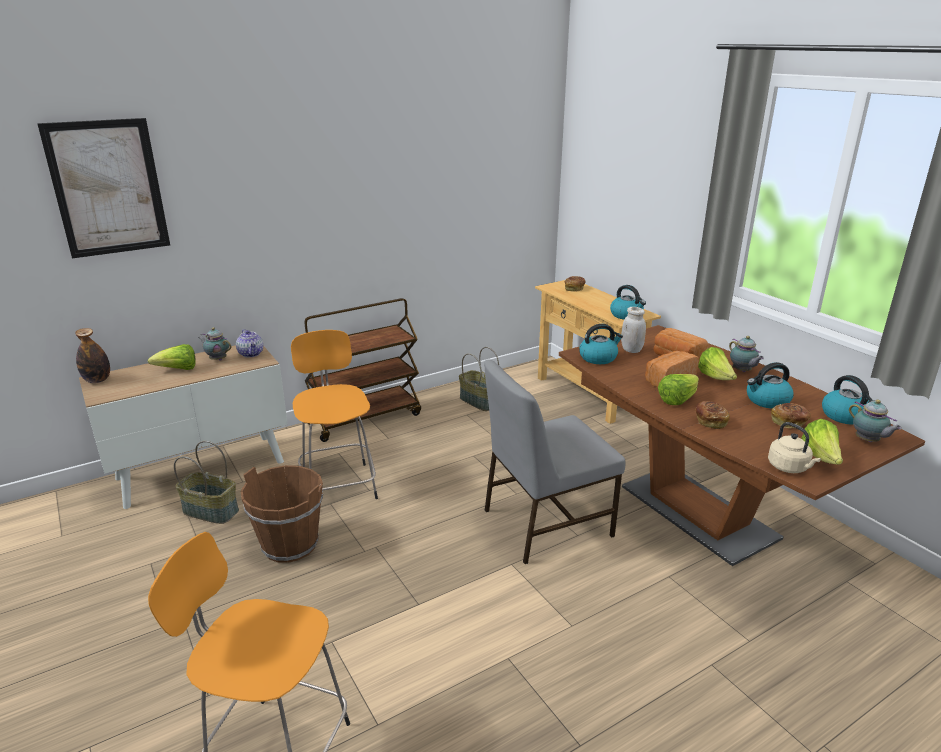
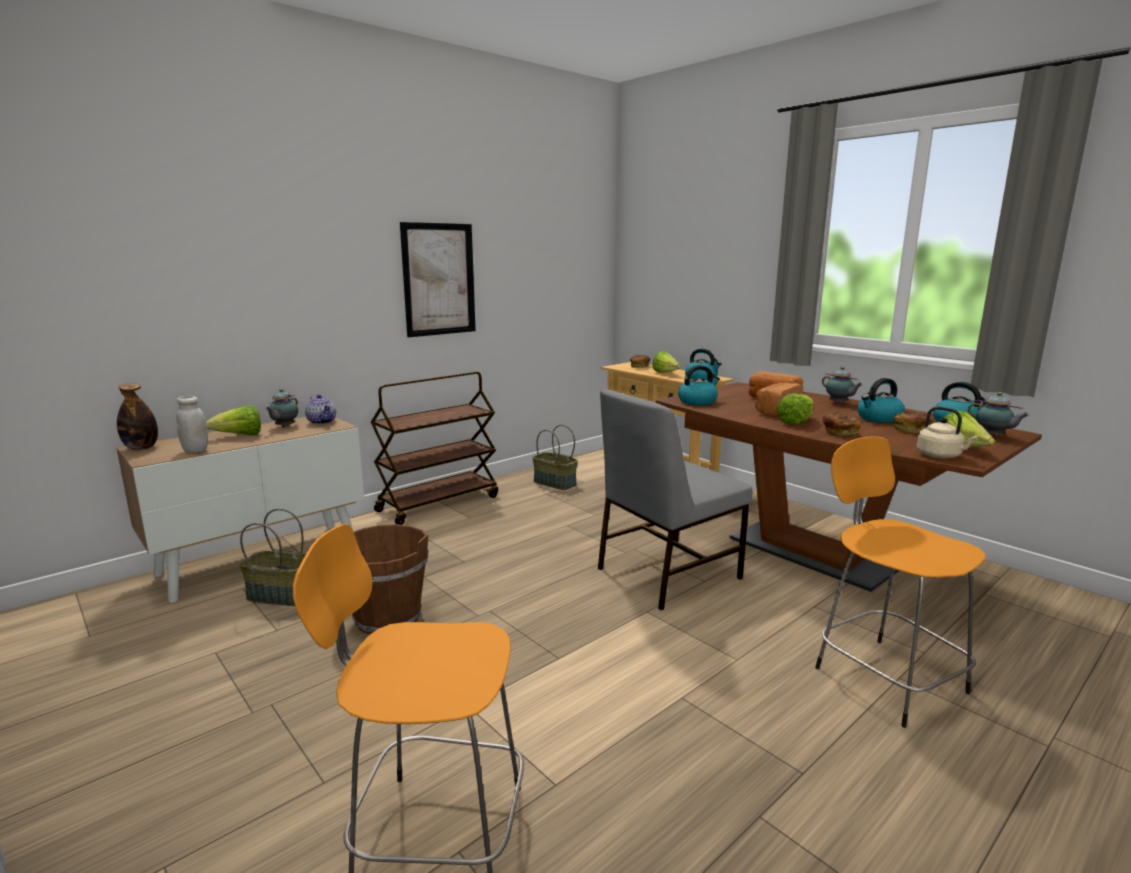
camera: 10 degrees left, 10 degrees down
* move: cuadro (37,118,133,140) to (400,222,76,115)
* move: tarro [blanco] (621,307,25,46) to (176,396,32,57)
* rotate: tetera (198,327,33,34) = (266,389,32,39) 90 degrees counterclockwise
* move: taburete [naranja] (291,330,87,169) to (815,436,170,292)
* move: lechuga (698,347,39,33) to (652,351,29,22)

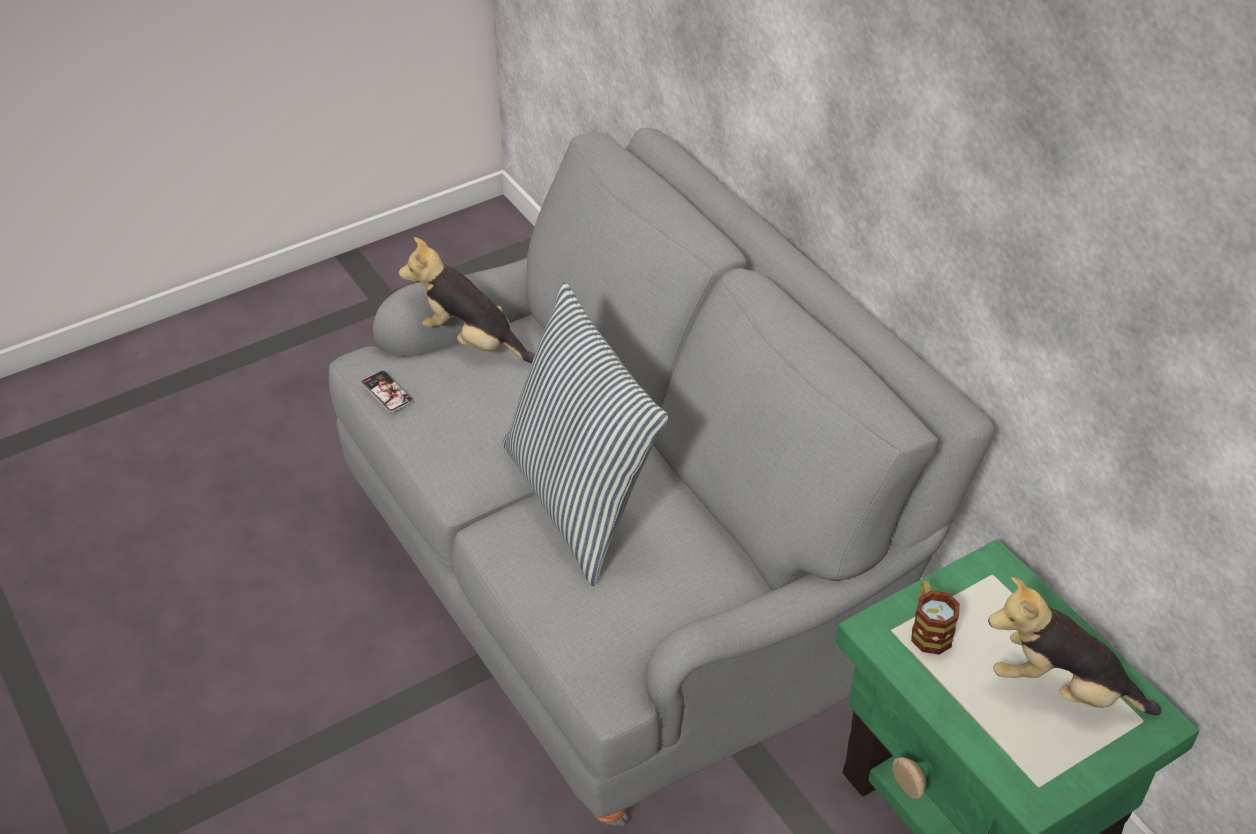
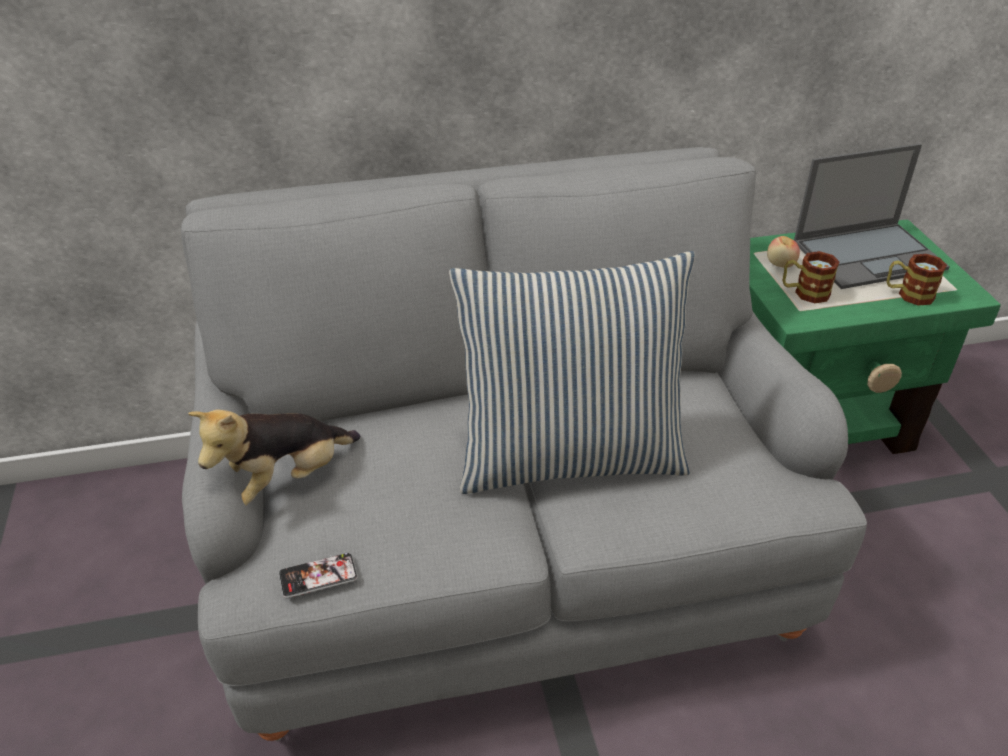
camera: 70 degrees left, 5 degrees down
* replace: peluche (988,577,174,138) to portátil (794,143,156,146)
* insert: manzana (767,236,33,32)
* insert: taza grande (886,254,61,52)

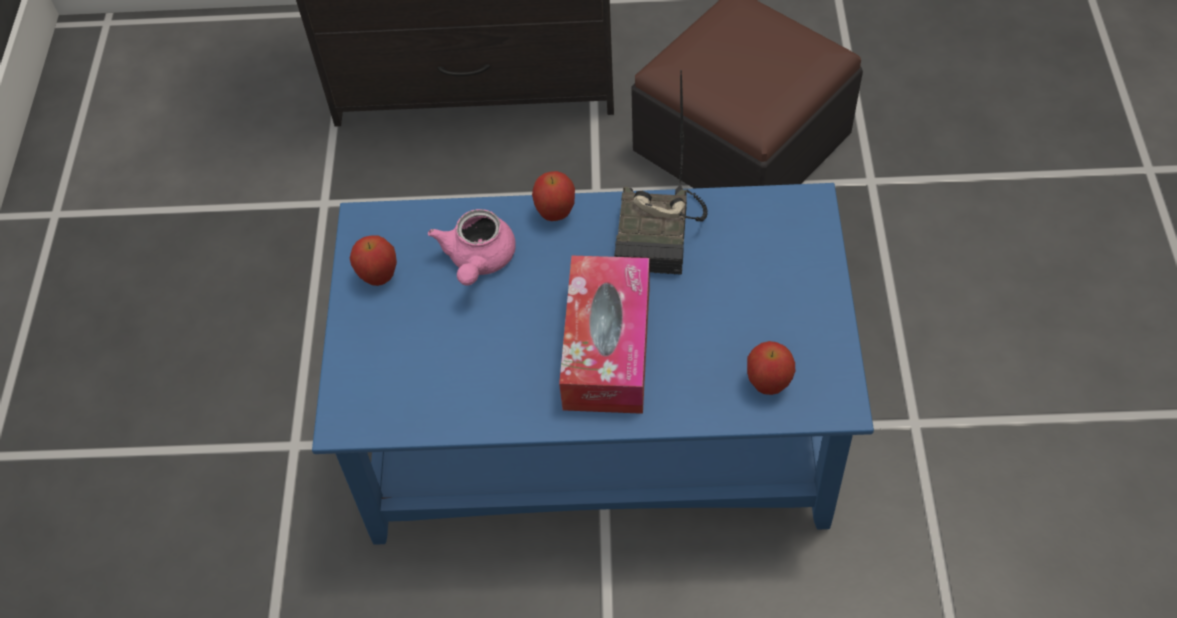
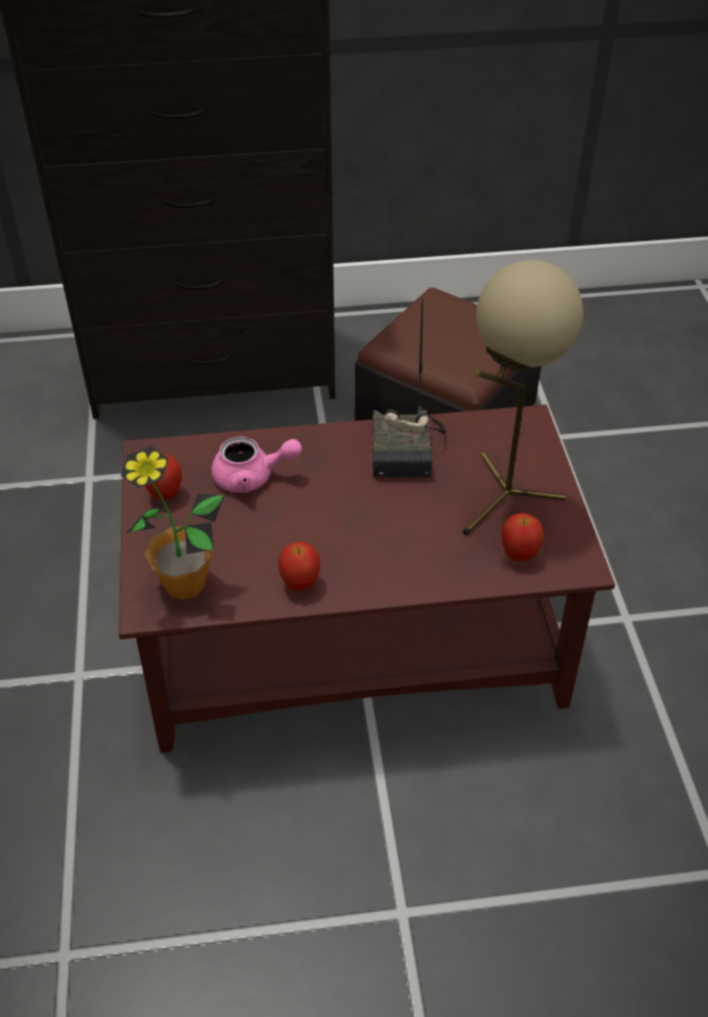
camera: 10 degrees left, 10 degrees down
* move: manzana (532,171,43,50) to (278,542,42,49)
* recolor: mesa de centro [azul] (312,183,562,362) to mesa de centro [marrón] (119,405,496,348)
* rotate: tetera [rosa] (428,209,88,77) = (211,436,91,57) 90 degrees counterclockwise
* delete: caja de pañuelos (559,256,91,158)
* insert: lámpara de mesa [beis] (463,260,120,275)
* insert: planta en maceta (121,446,103,154)

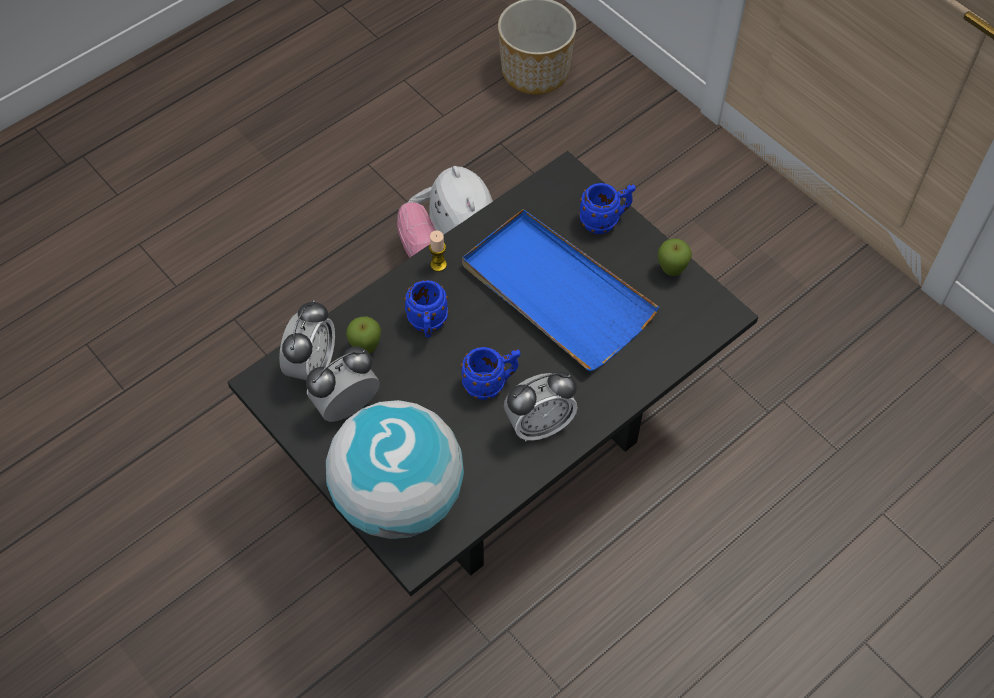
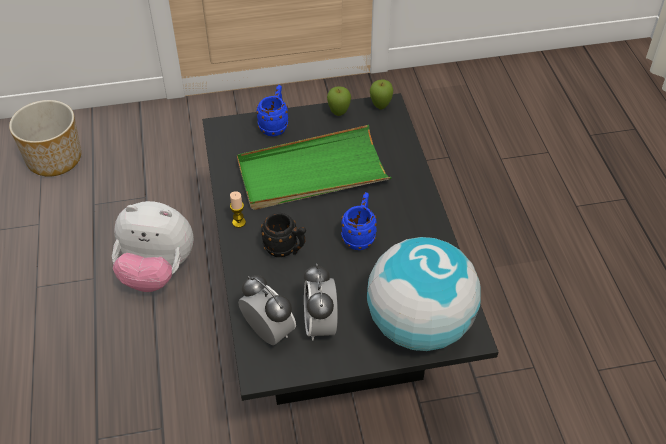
camera: 60 degrees left, 10 degrees down
* recolor: bandeja [azul] (462,209,197,163) to bandeja [verde] (237,125,155,85)
* recolor: taza grande [azul] (404,280,45,57) to taza grande [negro] (261,213,45,44)
* move: manzana (346,316,35,37) to (370,80,23,29)
* delete: despertador (504,371,74,70)

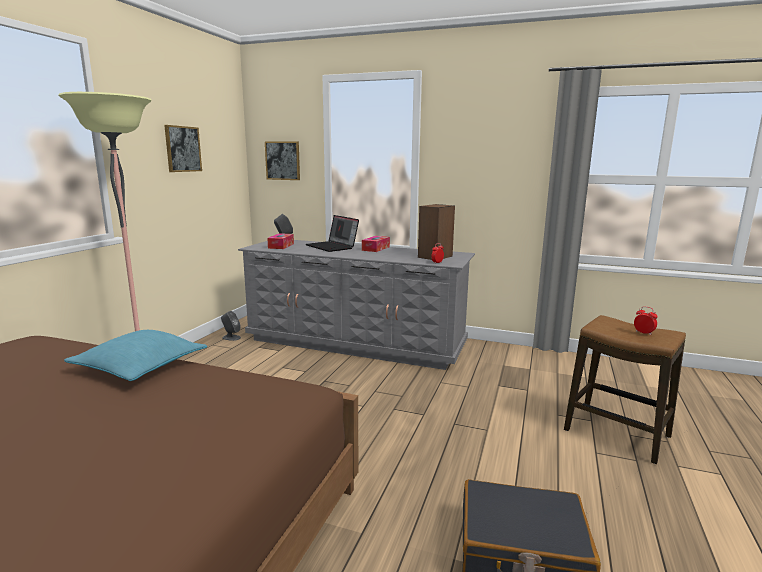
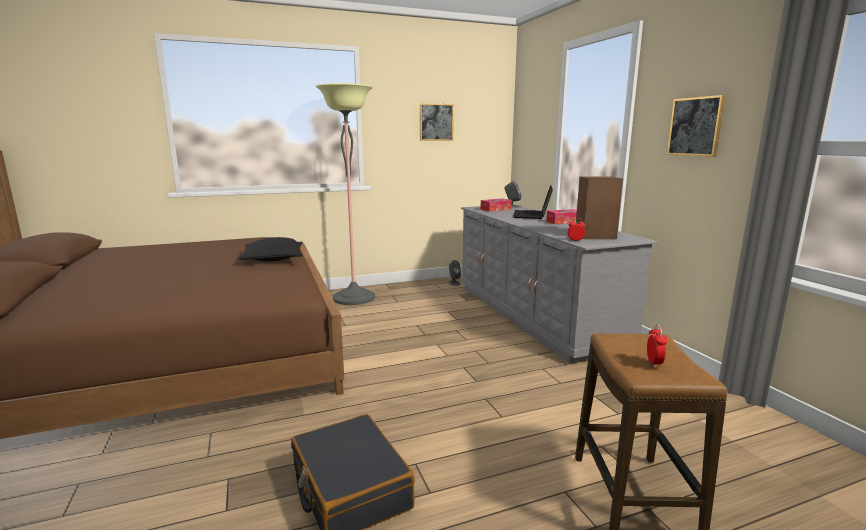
camera: 50 degrees right, 0 degrees up
* move: cuadro (265,141,35,39) to (667,95,58,61)
* recolor: cojín [turquesa] (64,330,143,51) to cojín [negro] (238,238,65,23)

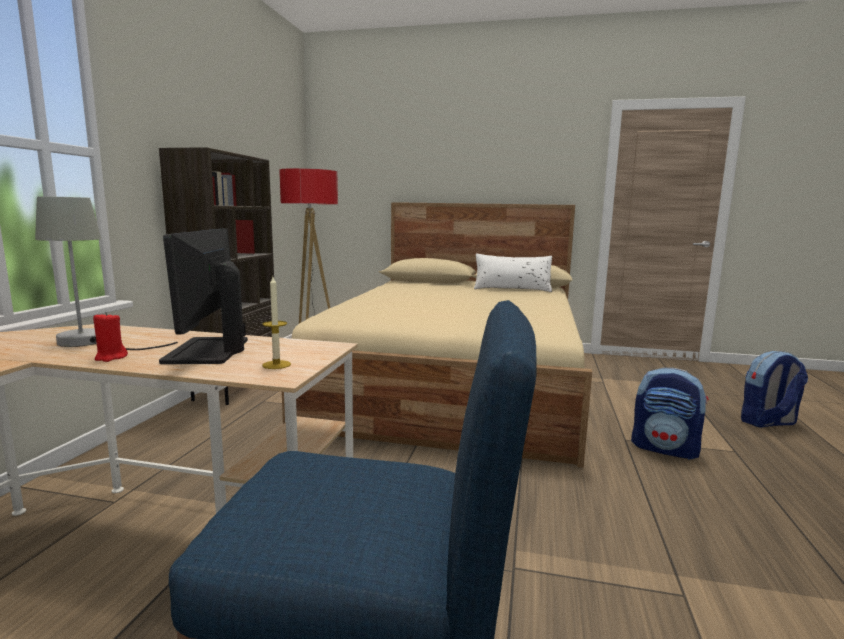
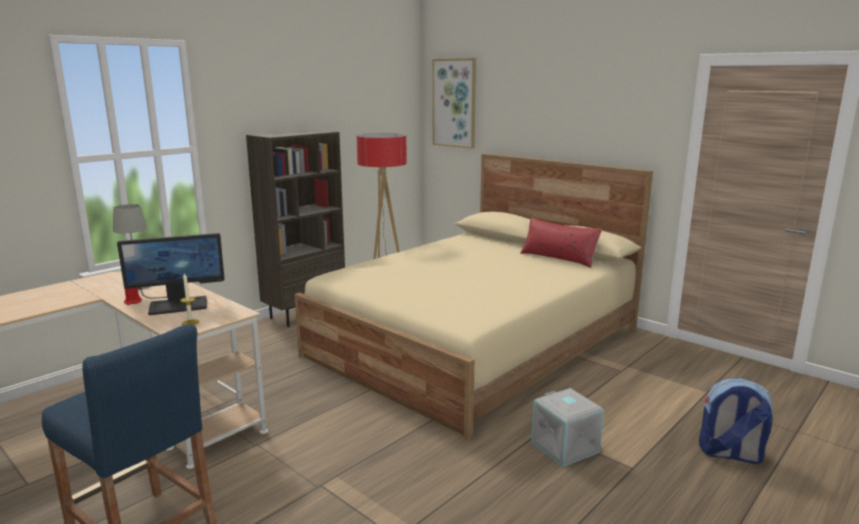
camera: 30 degrees right, 5 degrees up
* rotate: monitor (159,228,89,136) = (117,233,108,82) 135 degrees counterclockwise
* recolor: cojín [blanco] (474,254,78,38) to cojín [rojo] (520,217,82,51)
* replace: mochila (631,368,78,92) to caja de almacenaje [gris] (531,388,73,79)
* insert: cuadro (432,58,44,91)

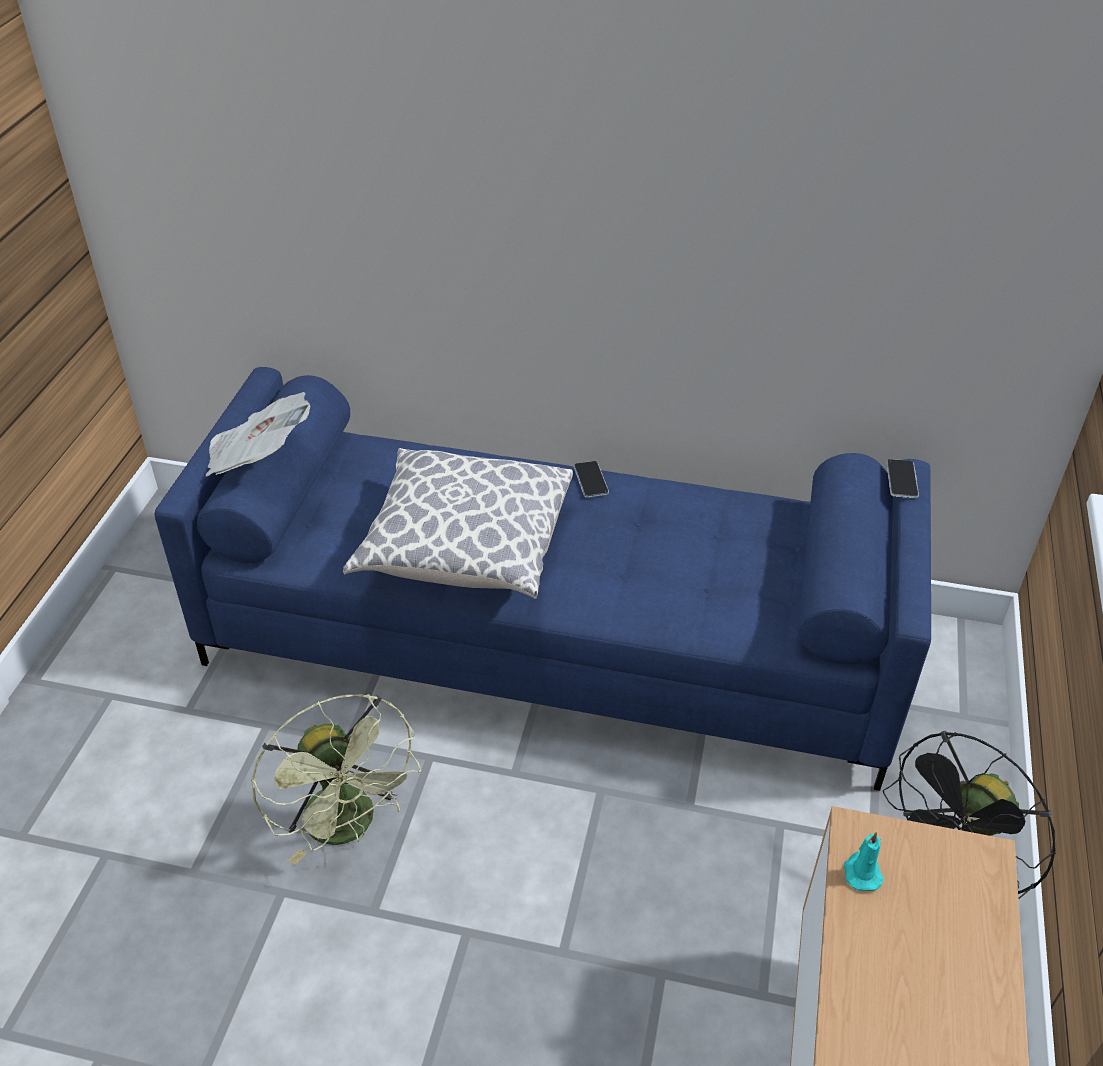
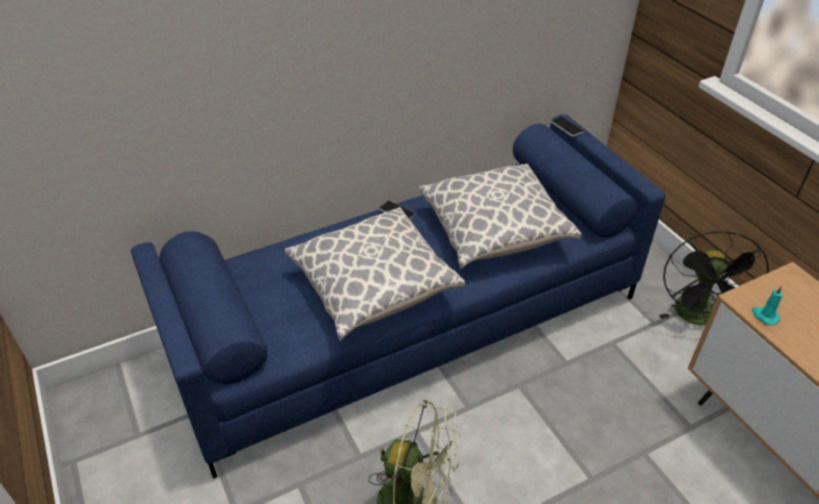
camera: 40 degrees left, 0 degrees up
* delete: periódico (206,392,104,84)
* insert: cojín (419,164,162,105)

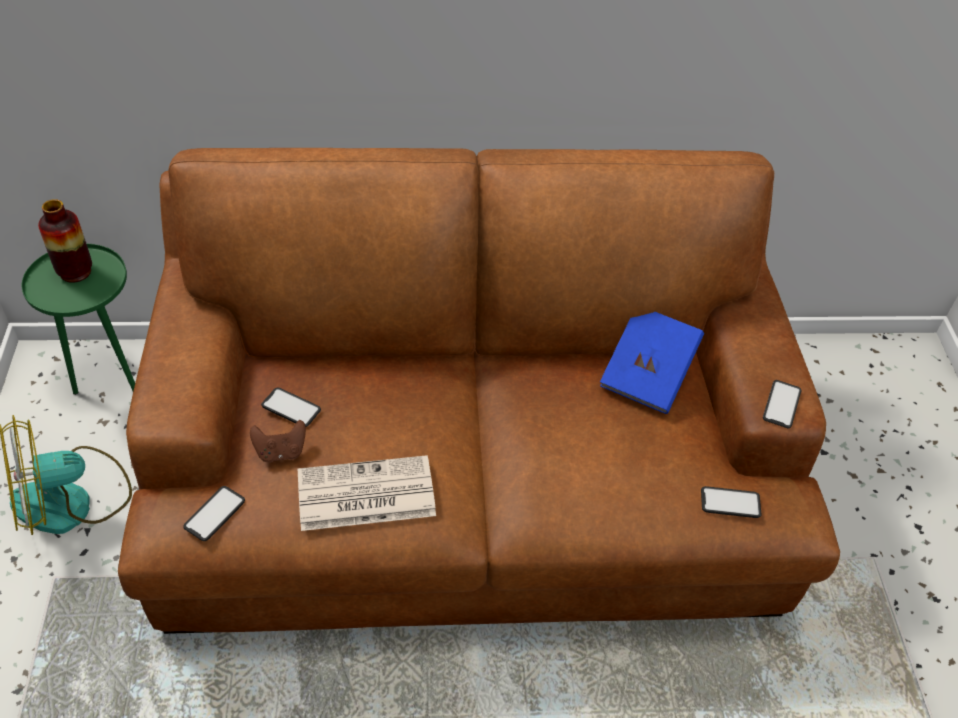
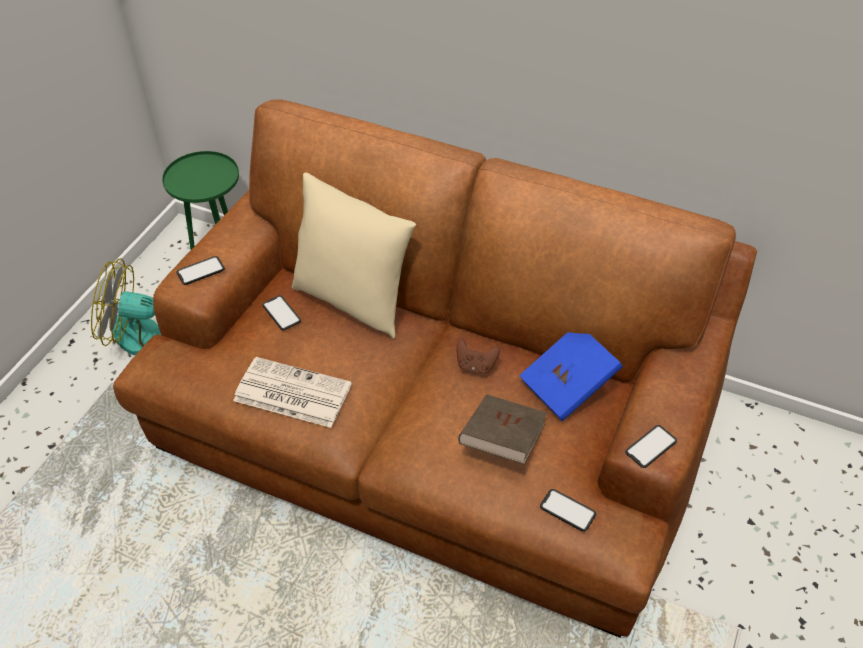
camera: 30 degrees right, 0 degrees up
* delete: florero (38,199,54,84)
* move: mando de consola [marrón] (250,420,56,43) to (457,339,43,35)
* move: móvil (183,486,62,55) to (176,256,49,29)
* insert: cojín [beis] (292,172,124,167)
* insert: libro [marrón] (458,395,89,69)

